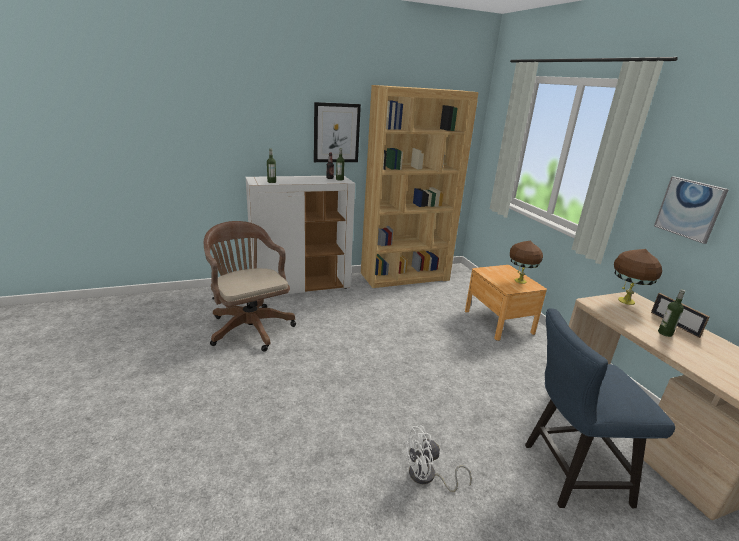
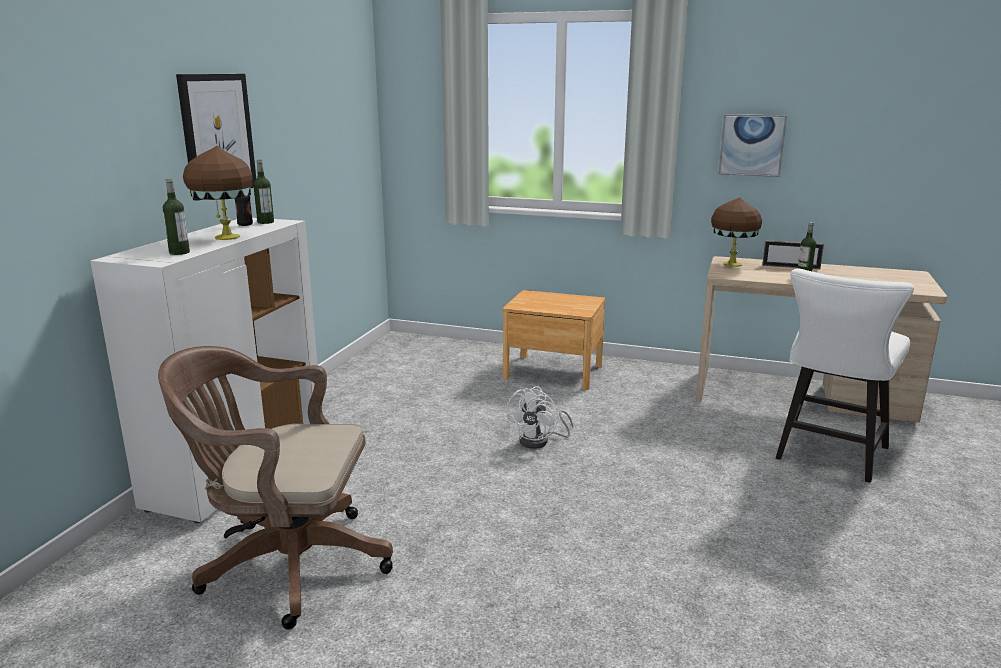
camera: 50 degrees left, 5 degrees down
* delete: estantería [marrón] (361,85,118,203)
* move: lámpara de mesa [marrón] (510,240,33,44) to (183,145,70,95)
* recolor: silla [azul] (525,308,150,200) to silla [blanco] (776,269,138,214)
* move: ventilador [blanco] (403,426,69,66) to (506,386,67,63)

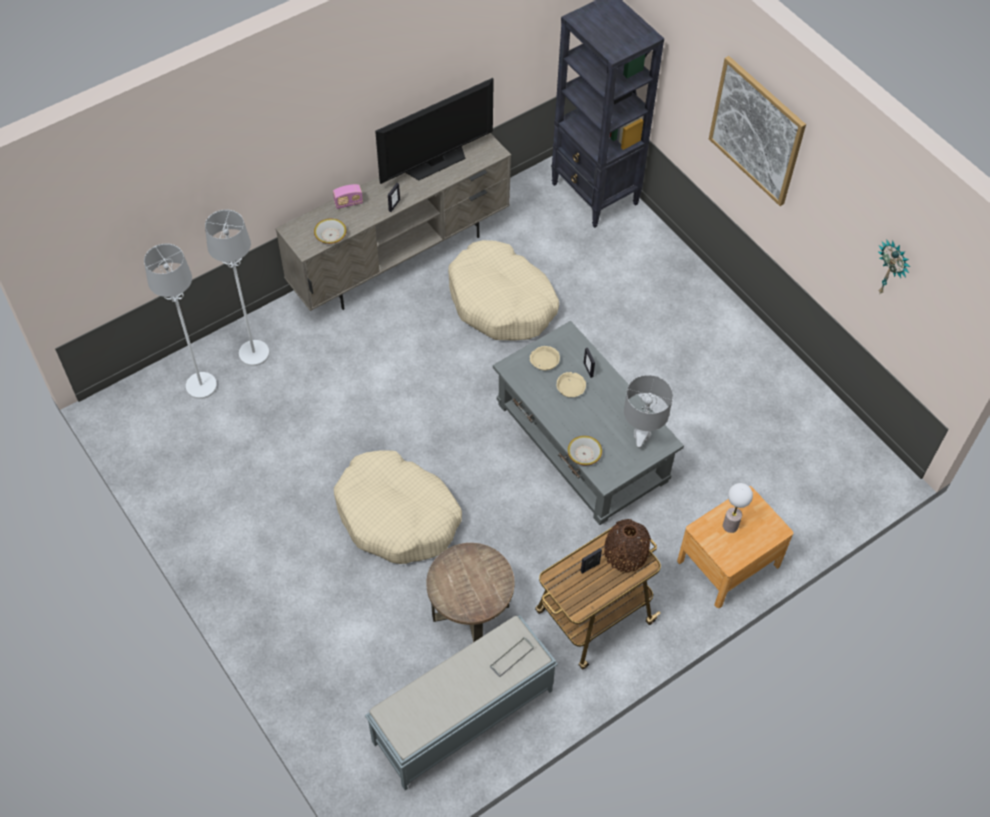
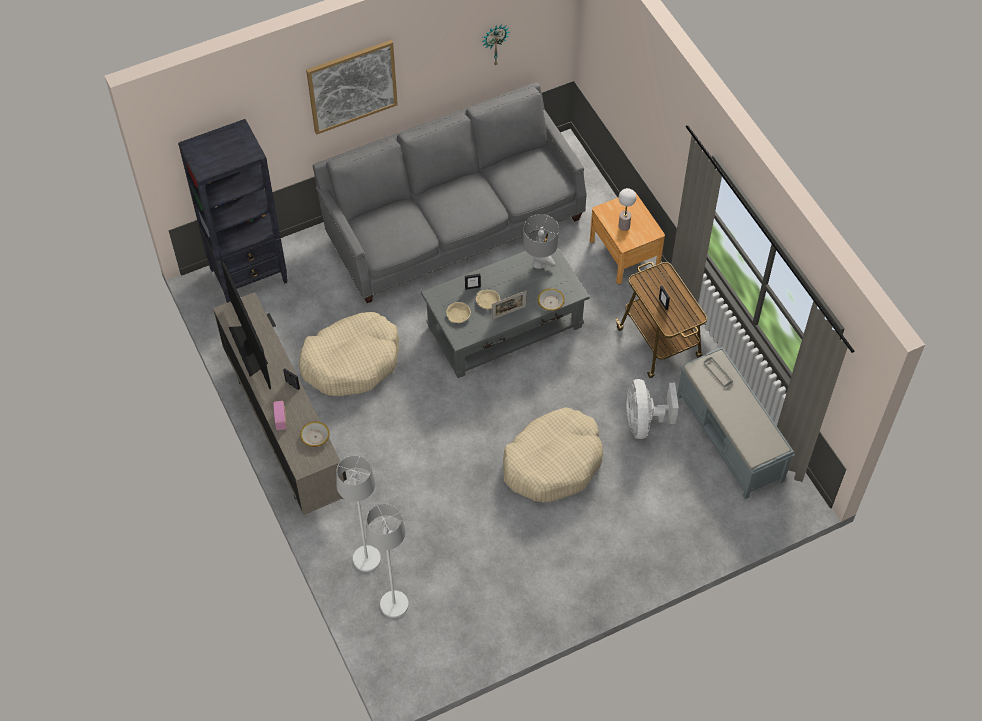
camera: 80 degrees left, 0 degrees up
* delete: florero [marrón] (604,519,47,54)
* replace: mesa auxiliar [marrón] (426,543,89,99) to ventilador [blanco] (626,379,53,60)
* insert: sofá [gris] (313,82,274,221)
* insert: portarretratos (492,291,34,29)

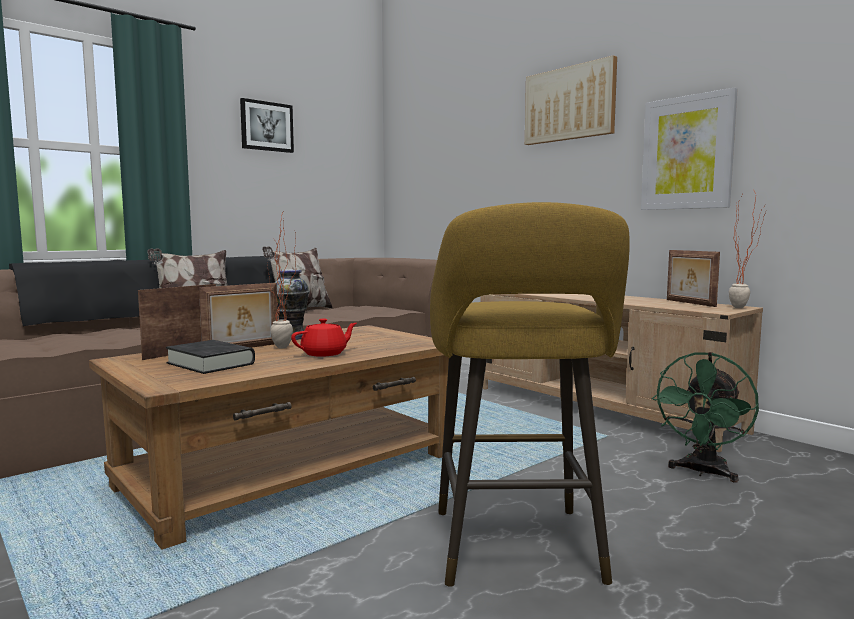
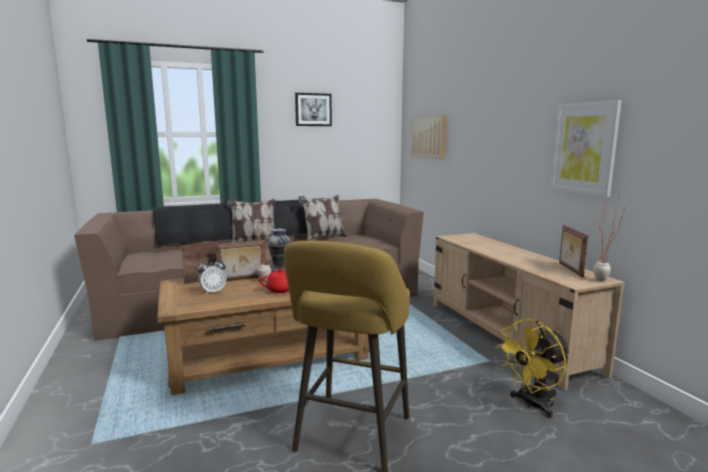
camera: 20 degrees right, 5 degrees up
* move: cuadro (525,55,92,90) to (411,115,36,44)
* replace: libro [negro] (166,340,89,34) to despertador (198,257,28,38)
* recolor: ventilador [verde] (652,352,107,131) to ventilador [amarillo] (495,319,75,99)

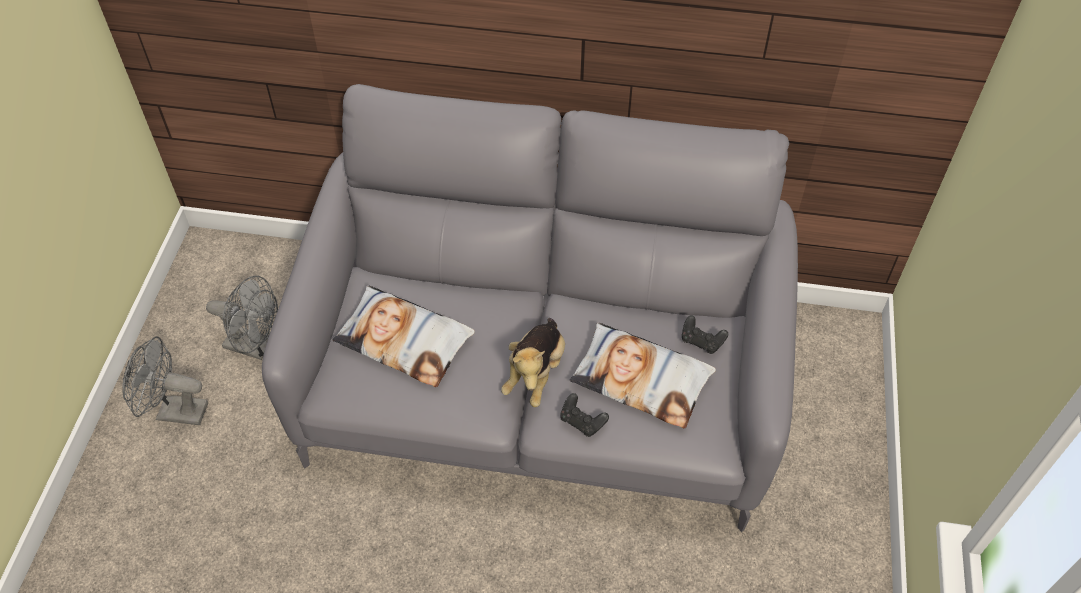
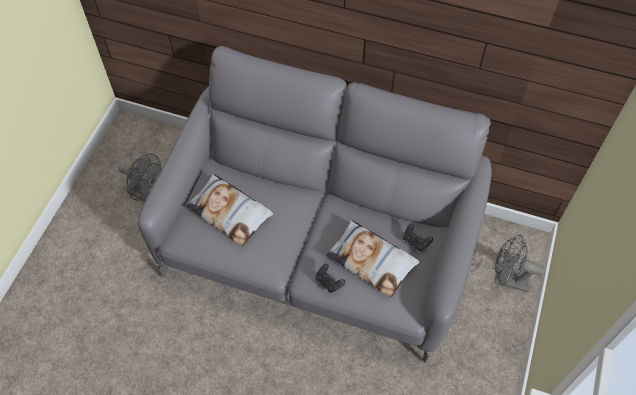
camera: 10 degrees right, 5 degrees up
* delete: peluche (501,318,64,89)
* move: ventilador [gris] (122,336,86,89) to (495,235,50,57)

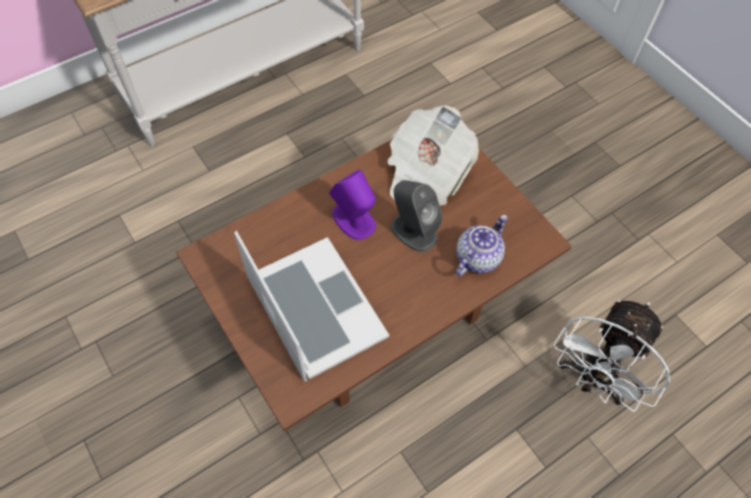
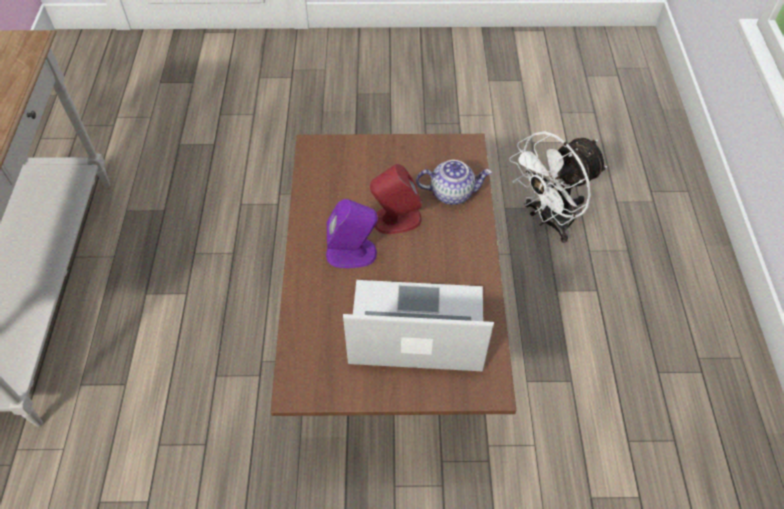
camera: 55 degrees left, 5 degrees down
* delete: periódico (387,105,92,101)
* recolor: altavoz [gris] (391,180,52,72) to altavoz [rojo] (370,164,52,70)
* rotate: tetera (456,215,52,62) = (416,160,76,45) 105 degrees clockwise
* rotate: ventilador [blanco] (554,300,116,112) = (509,131,98,112) 75 degrees clockwise

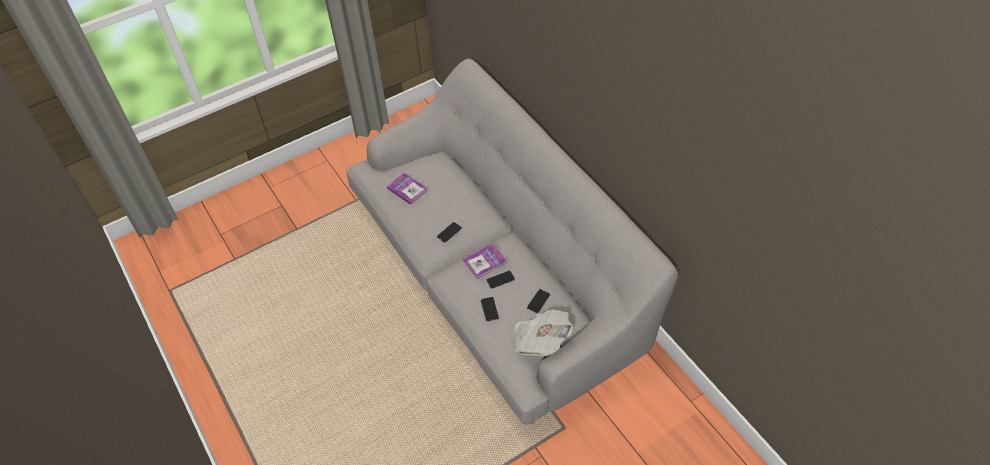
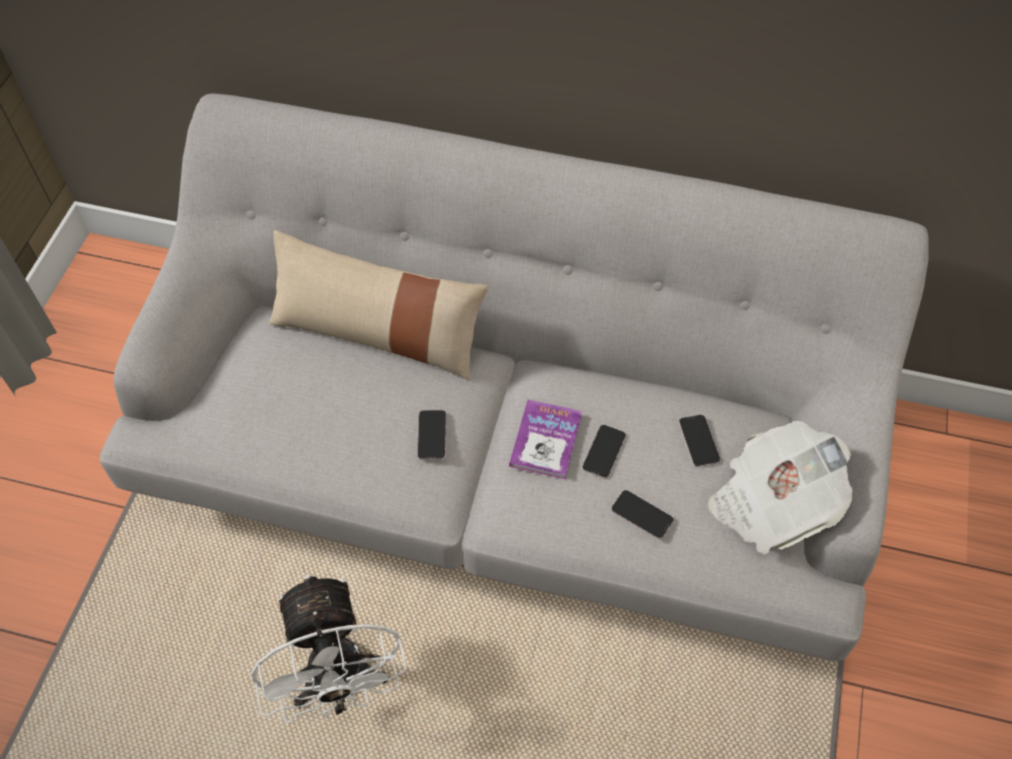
camera: 45 degrees left, 5 degrees up
* delete: libro (387,173,41,32)
* insert: cojín [beis] (269,230,219,150)
* insert: ventilador [blanco] (251,573,156,150)

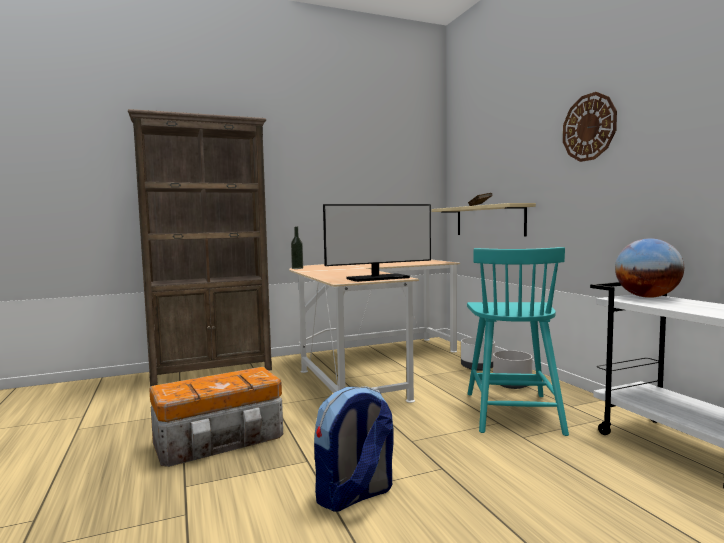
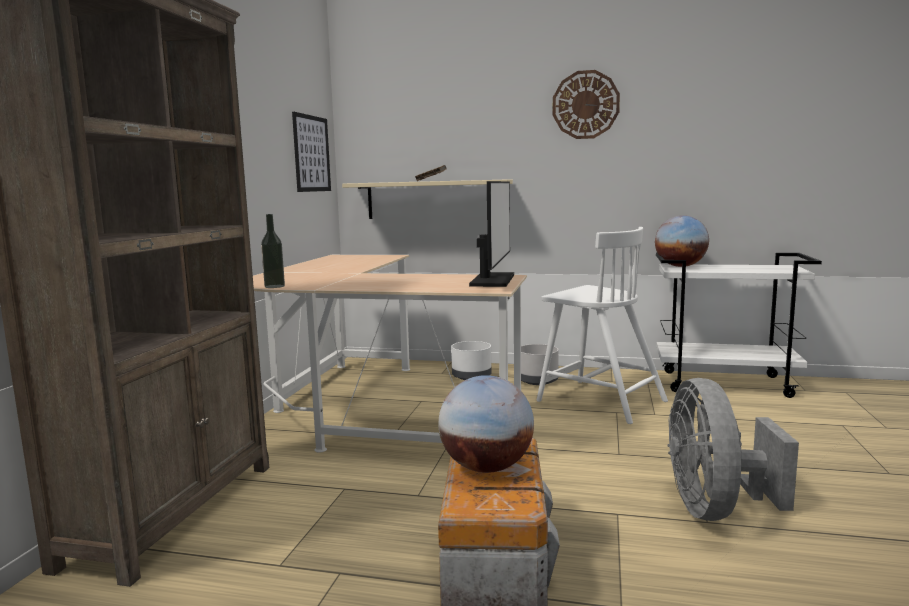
camera: 55 degrees left, 5 degrees up
* recolor: silla [turquesa] (467,247,102,189) to silla [blanco] (536,227,132,197)
* replace: mochila (314,386,80,126) to ventilador [gris] (668,378,131,143)
* insert: cuadro (292,112,39,80)
* insert: globo terráqueo (438,375,96,98)

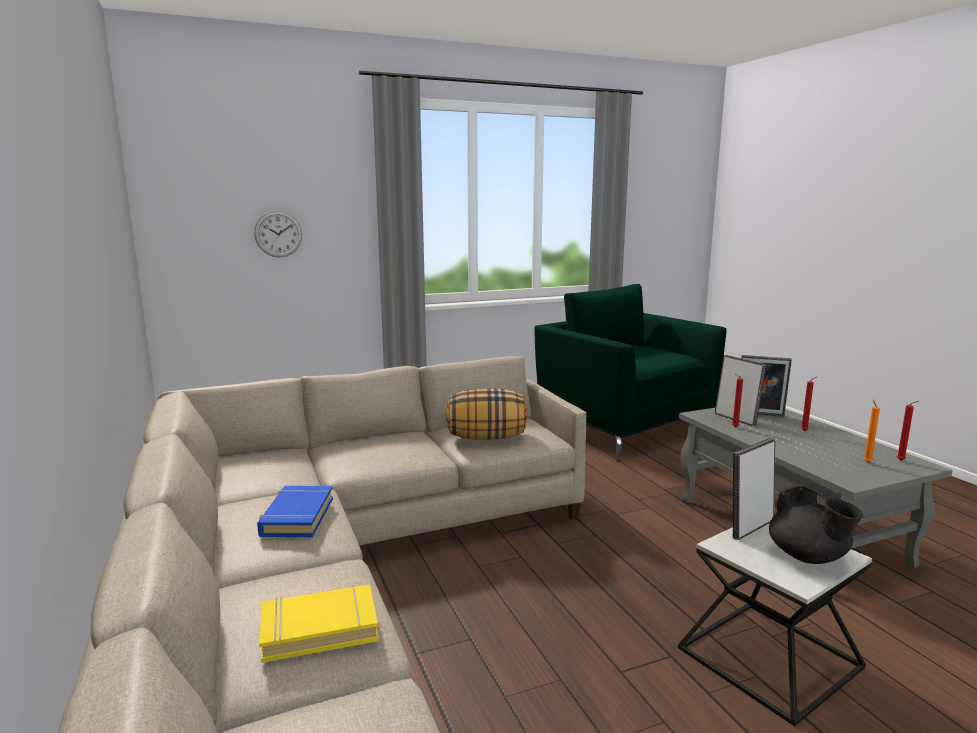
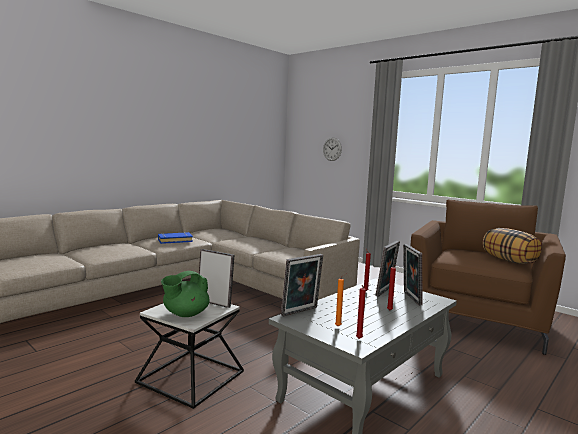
camera: 65 degrees right, 5 degrees down
* recolor: sillón [verde] (534,284,193,178) to sillón [marrón] (411,200,155,155)
* move: cojín (446,389,82,51) to (483,228,59,36)
* recolor: tetera [negro] (769,484,94,80) to tetera [verde] (161,271,49,46)
* delete: libro [amarillo] (259,585,120,78)
* insert: portarretratos (281,254,42,62)

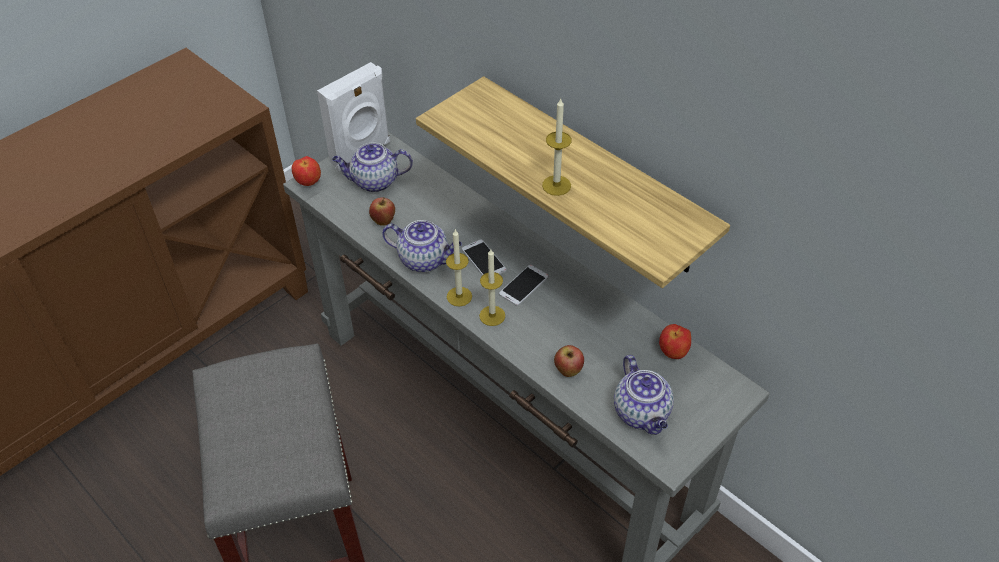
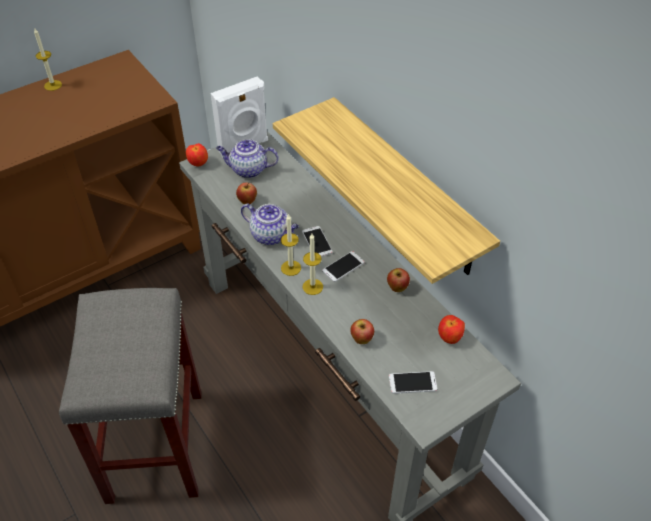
camera: 10 degrees right, 0 degrees up
* move: vela (542,99,30,97) to (34,29,28,62)
* replace: tetera (614,355,60,80) to móvil (389,371,48,23)
* insert: manzana (387,268,23,24)

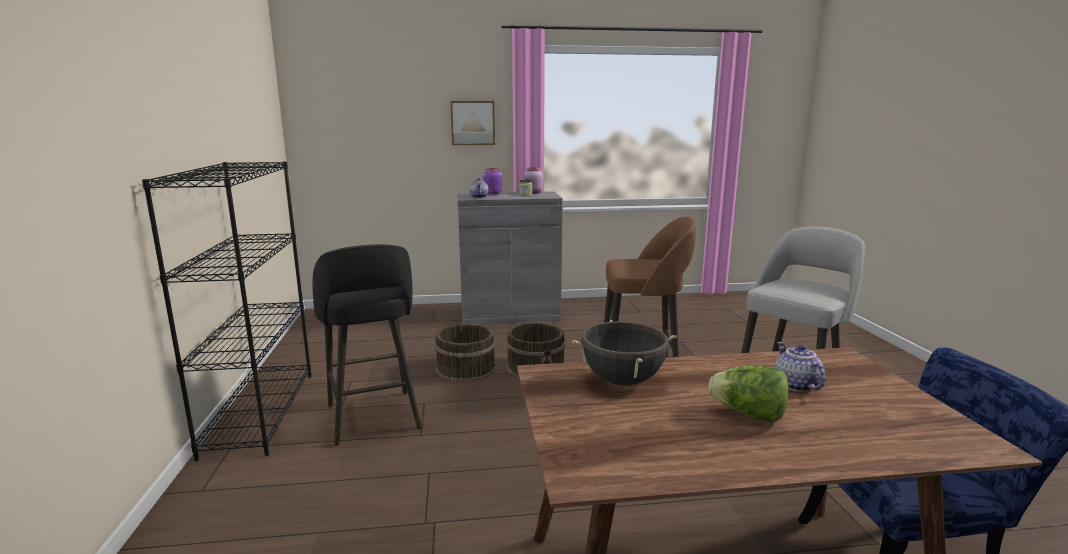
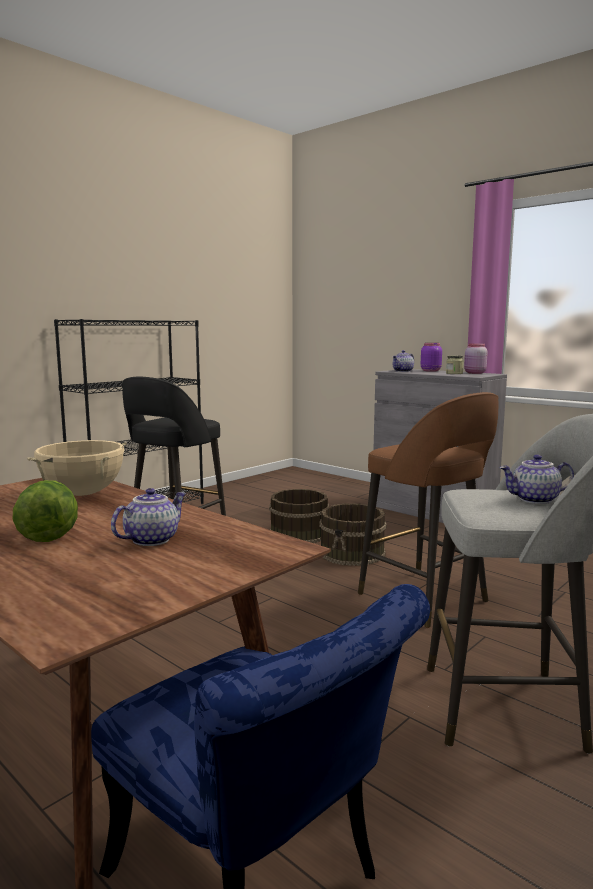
camera: 50 degrees right, 5 degrees down
* delete: cuadro (451,101,44,44)
* recolor: olla [negro] (572,319,105,67) to olla [beis] (27,440,100,56)
* insert: tetera (500,455,74,49)

